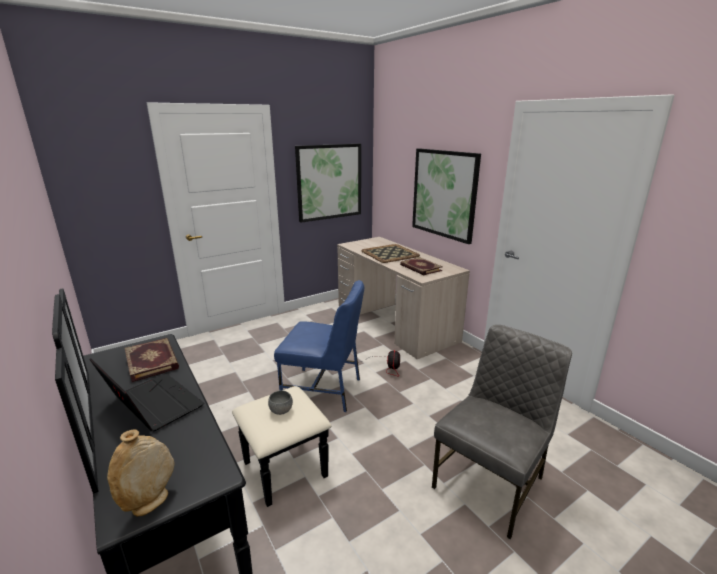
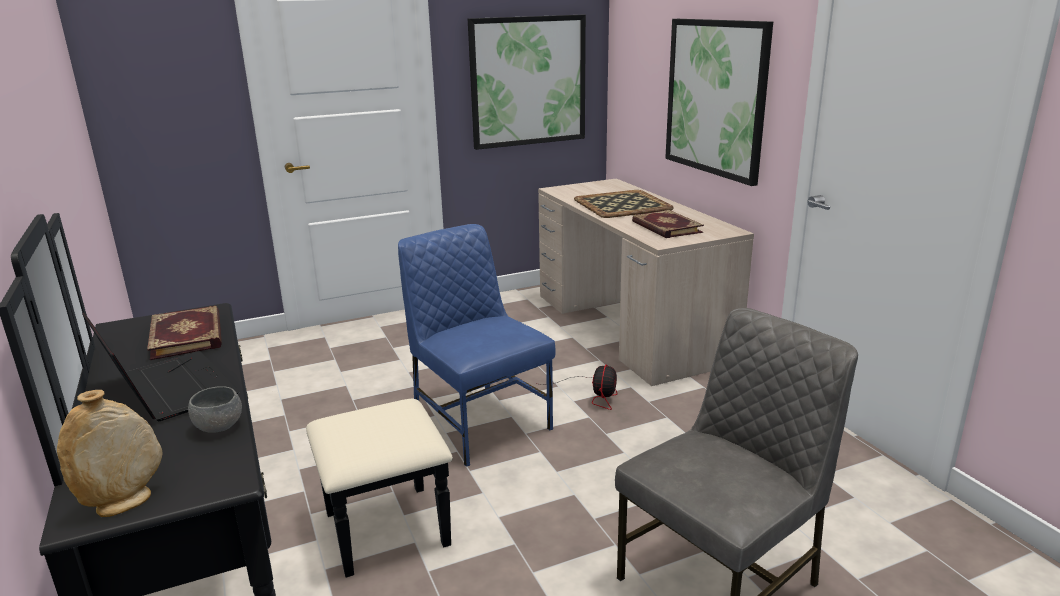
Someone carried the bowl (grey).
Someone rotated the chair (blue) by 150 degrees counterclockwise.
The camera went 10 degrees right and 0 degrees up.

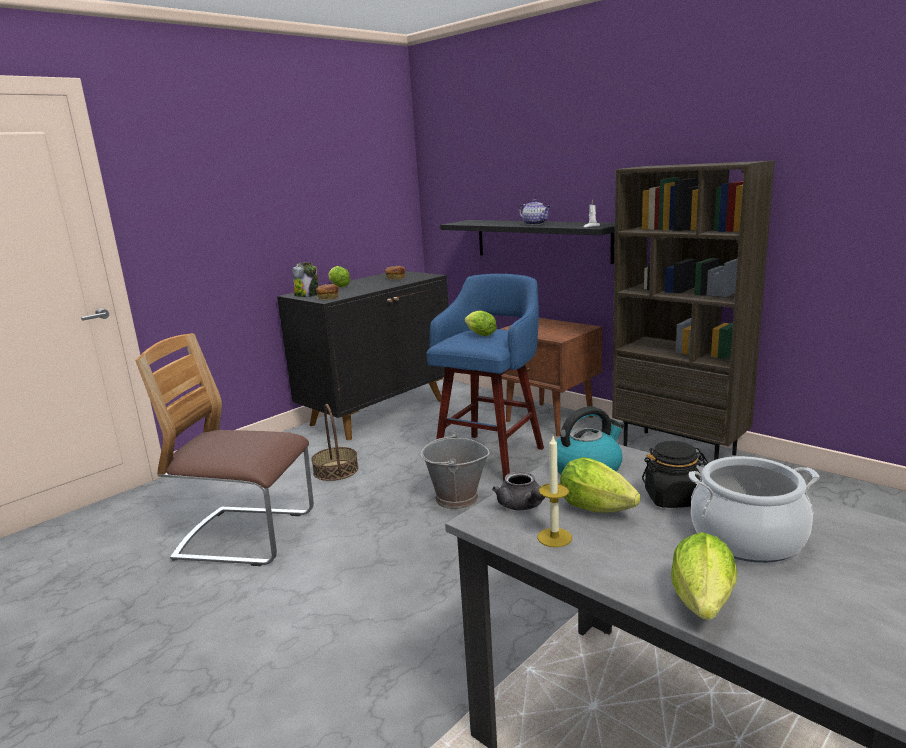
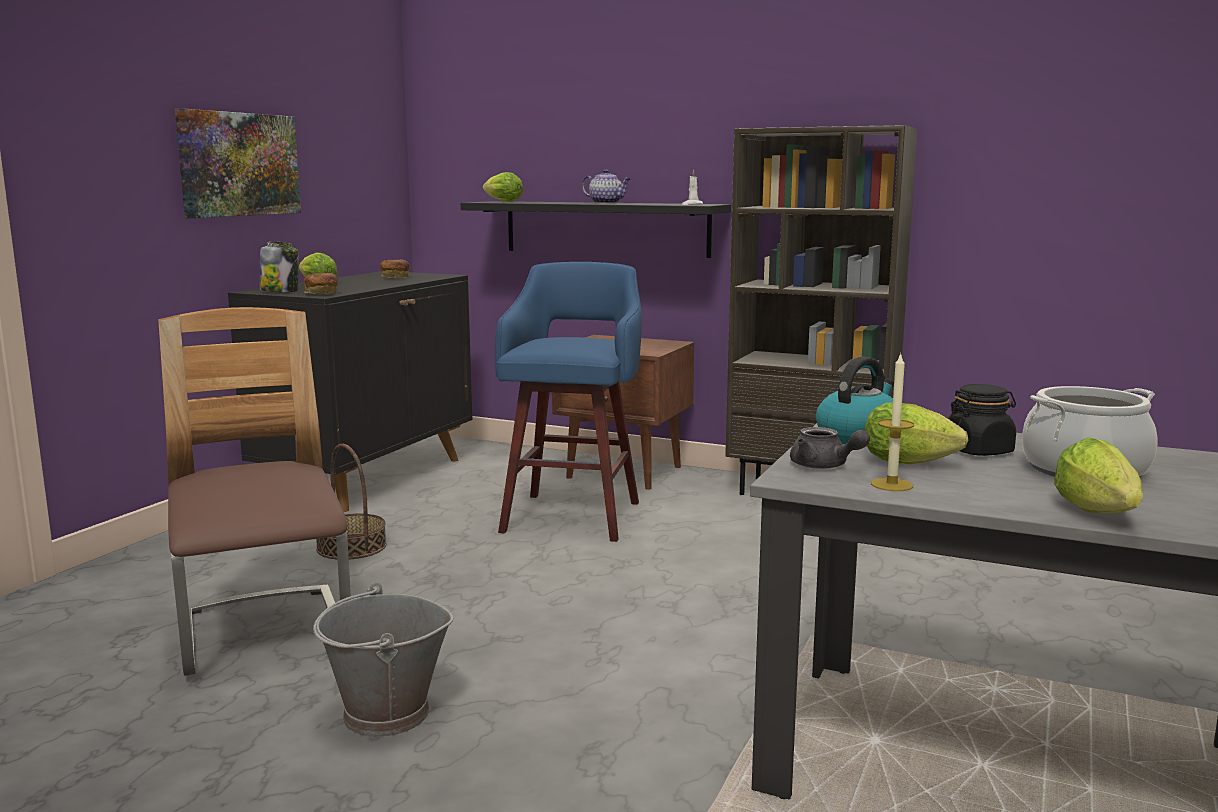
Someone rotated the chair by 75 degrees clockwise.
Someone put up the picture.
Someone carried the bucket (grey).
Someone carried the lettuce (2nd from left).
The camera went 20 degrees left and 5 degrees down.

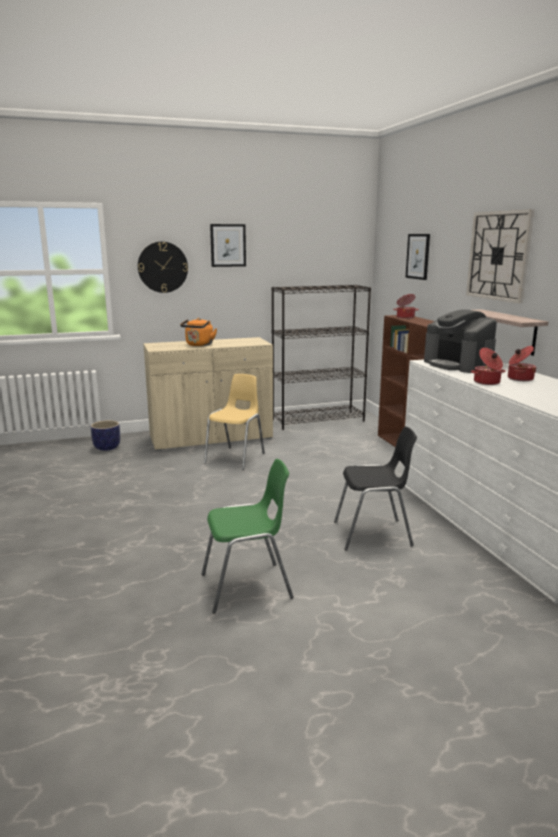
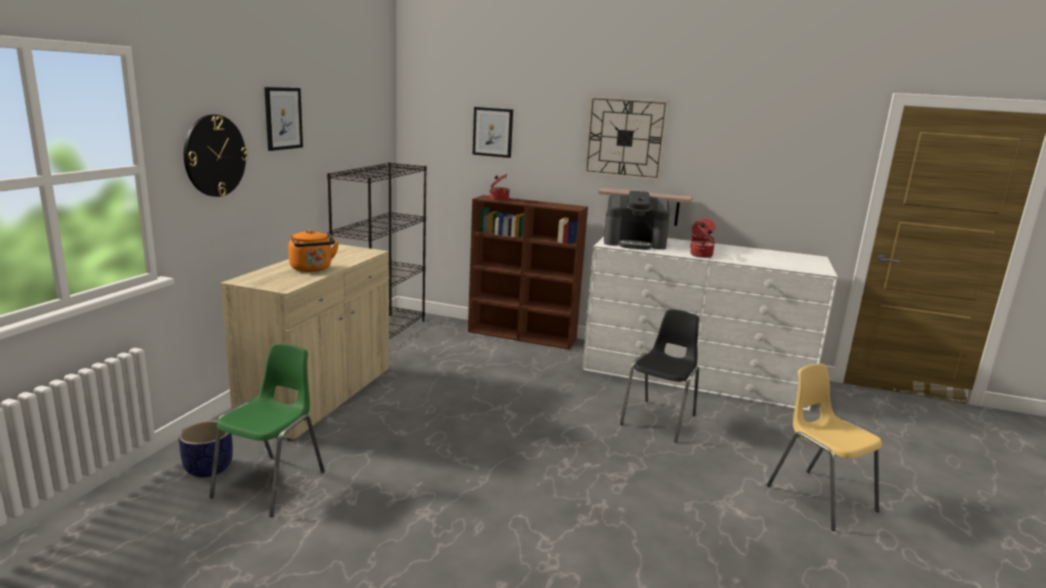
Someone carried the chair (green).
Someone carried the chair (yellow).
The camera went 55 degrees left and 0 degrees up.

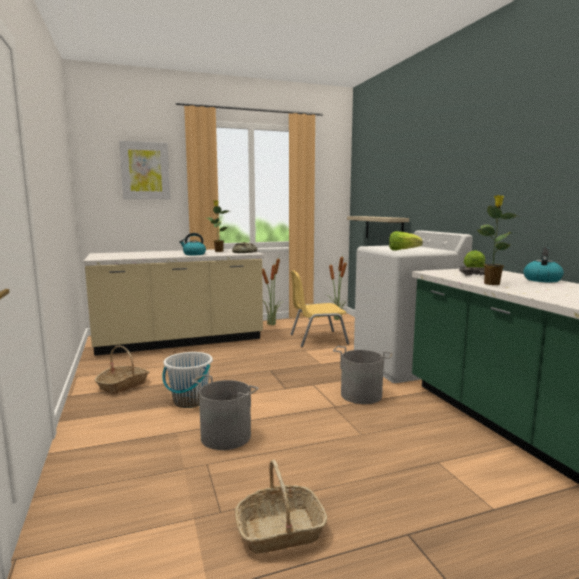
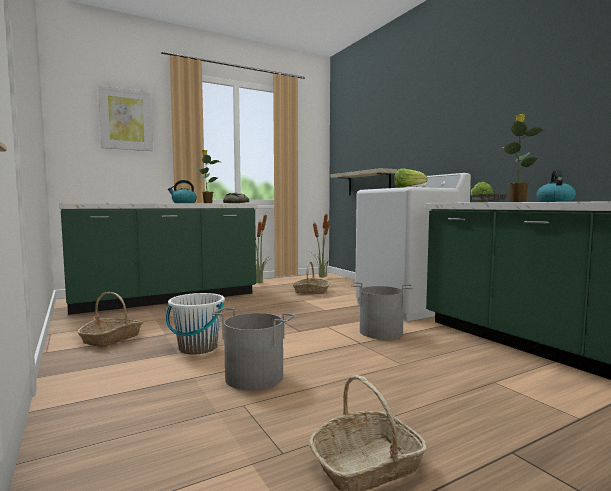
Someone repainted the counter (beige), which became the counter (green) (1st from left).
Someone swapped the chair (yellow) for the basket (2nd from left).
The camera went 10 degrees left and 5 degrees down.

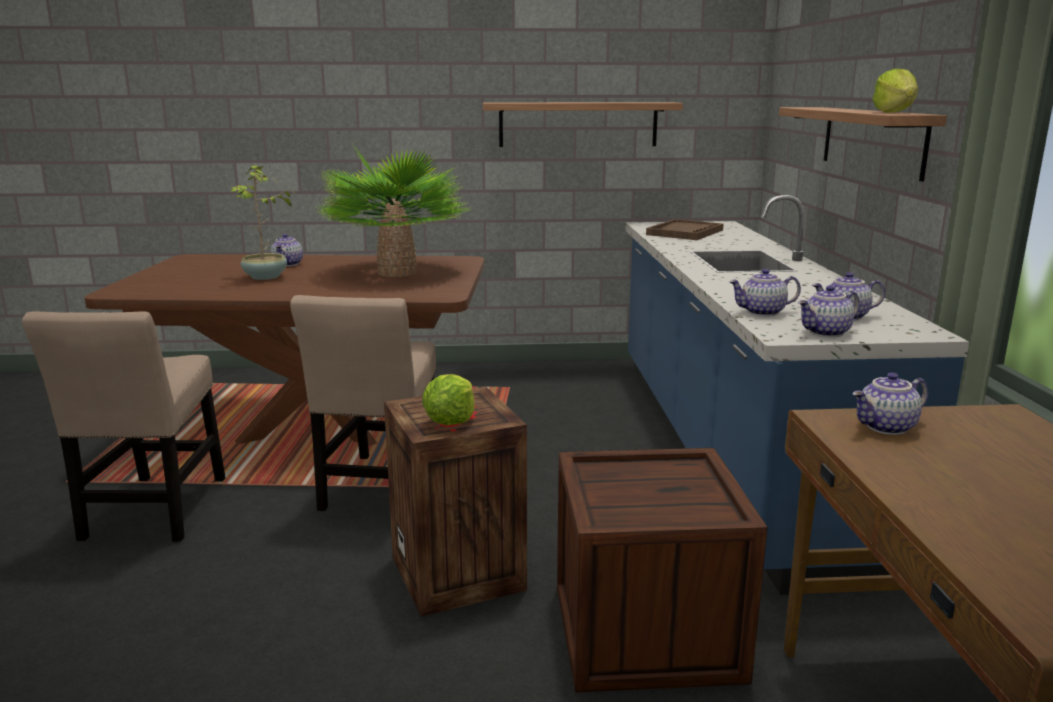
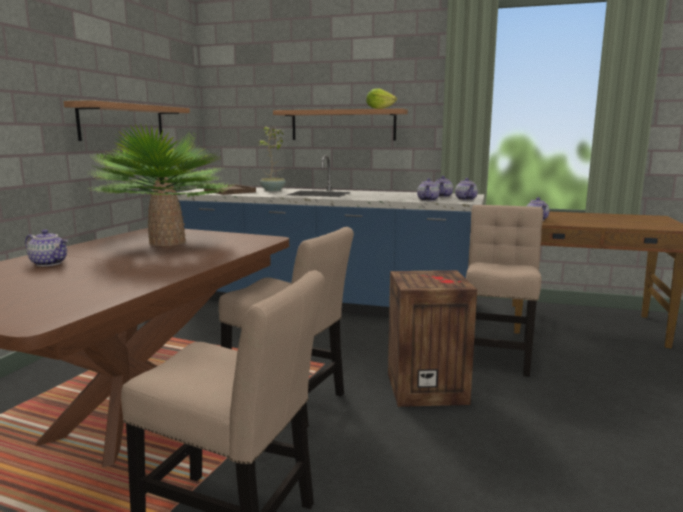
Someone carried the potted plant (1st from left in the first image).
Someone swapped the crate (2nd from left) for the chair (beige) (3rd from left).
Someone took away the lettuce (1st from left).
The camera went 70 degrees left and 5 degrees down.

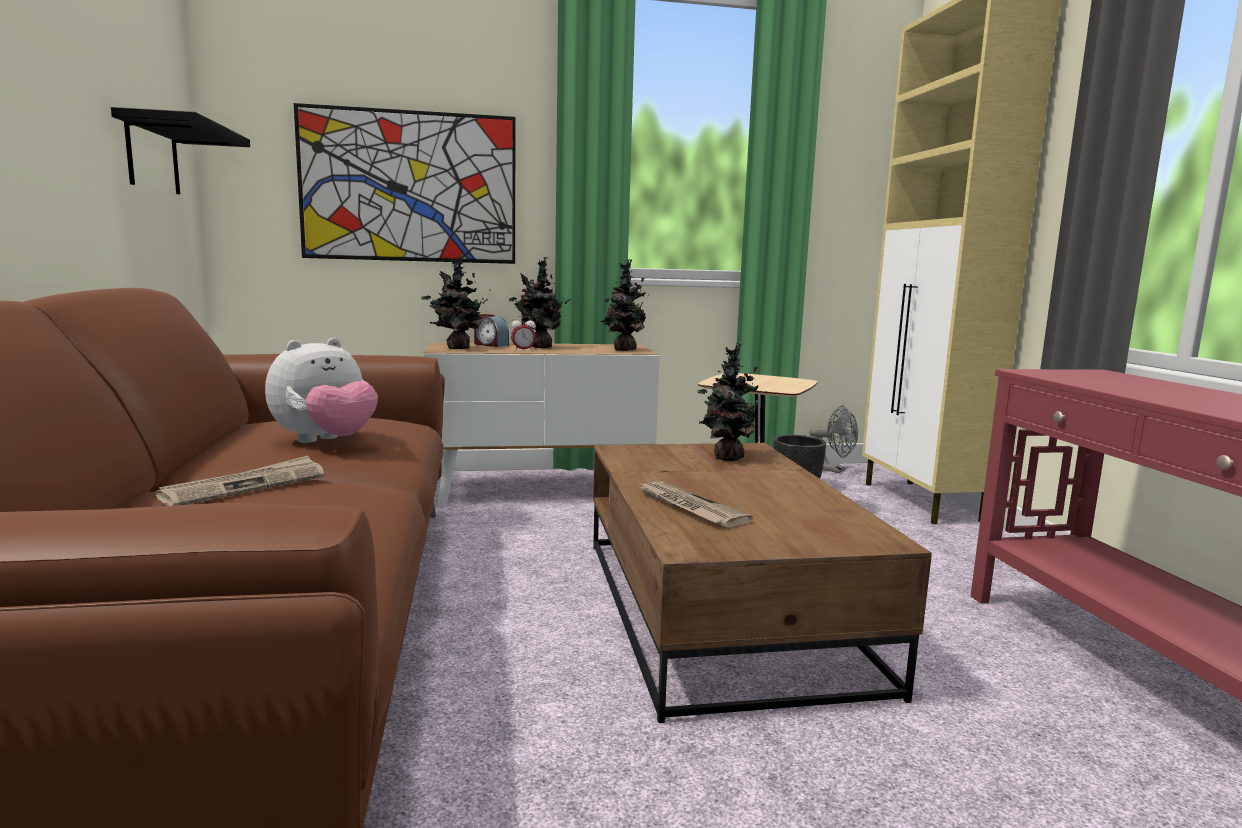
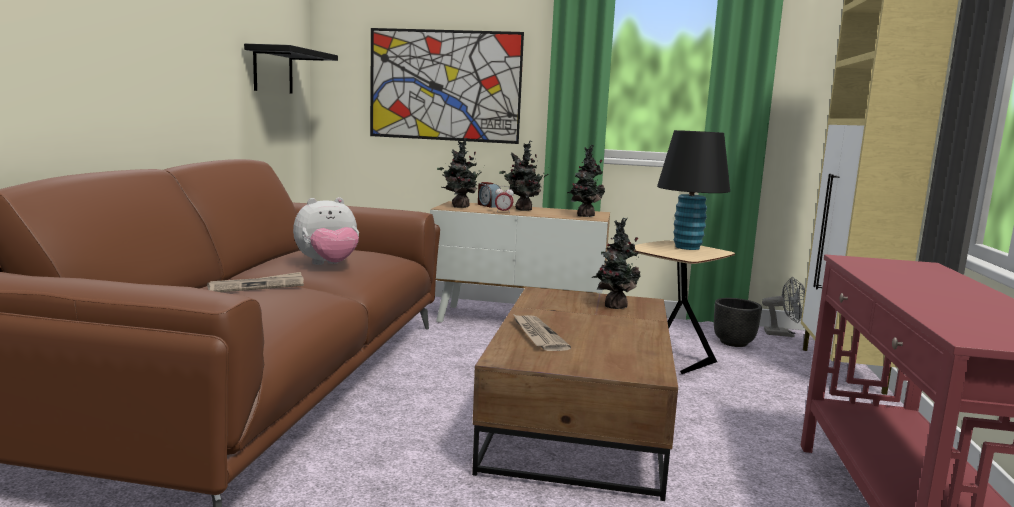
Someone put down the table lamp (black).
Someone rotated the fan (grey) by 45 degrees counterclockwise.
The camera went 20 degrees right and 0 degrees up.

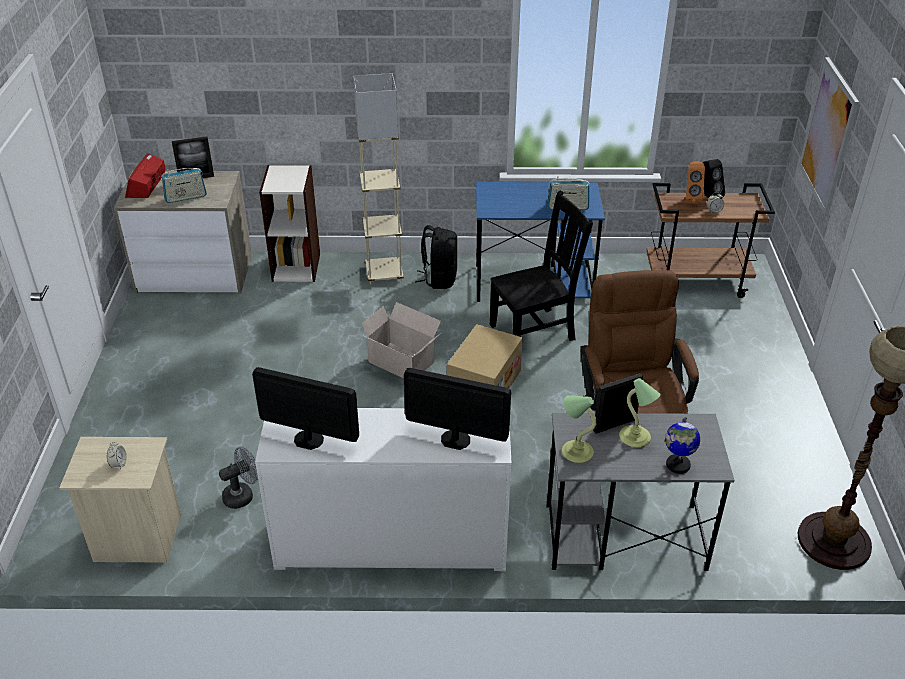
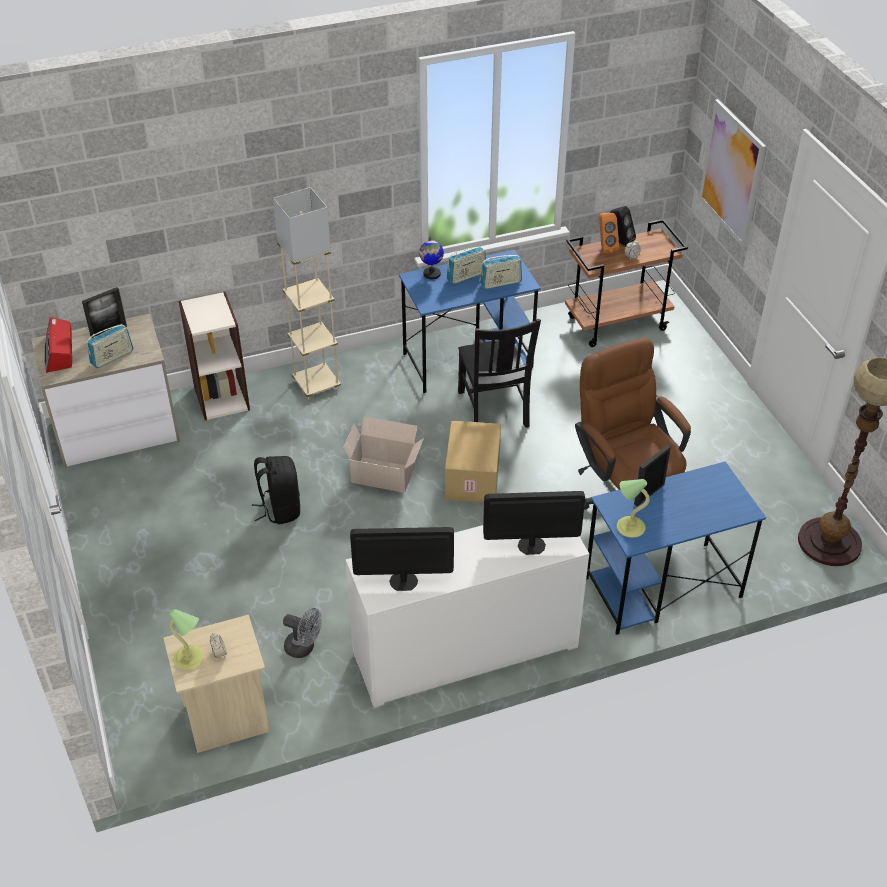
Someone carried the table lamp (2nd from left in the first image).
Someone carried the backpack (black).
Someone rotated the fan (grey) by 75 degrees clockwise.
Someone carried the globe.
Someone put down the radio (3rd from left).
Someone rotated the chair (black) by 120 degrees clockwise.
Someone repainted the desk (grey), which became the desk (blue) (2nd from left).
The camera went 20 degrees left and 5 degrees up.

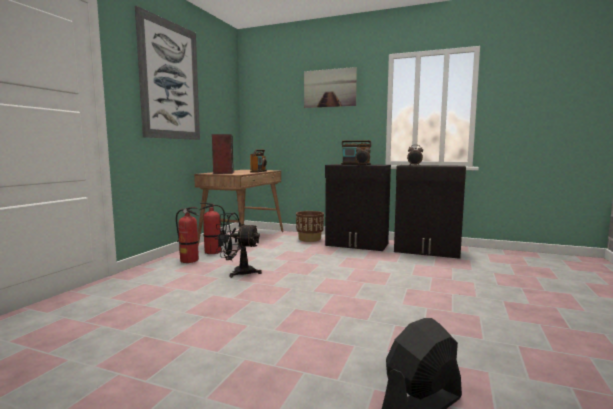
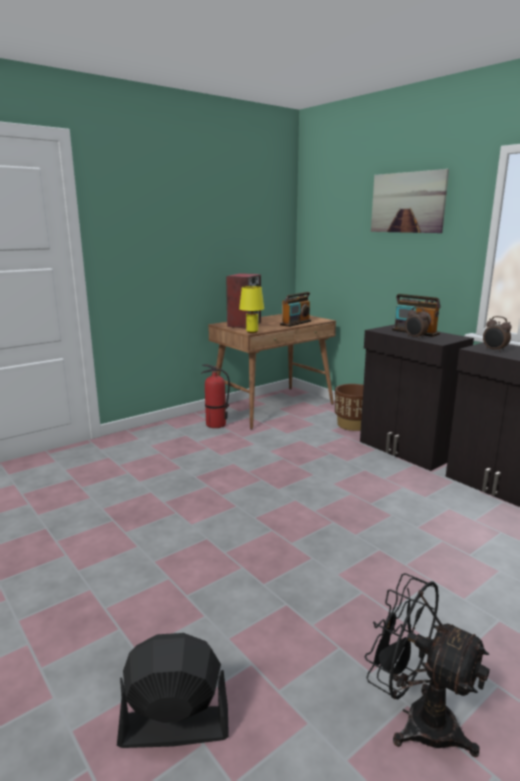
Someone put down the table lamp (yellow).
Someone carried the fan (black) (1st from left in the first image).
Someone took away the picture (1st from left).
Someone took away the fire extinguisher (1st from left).
The camera went 30 degrees right and 10 degrees up.

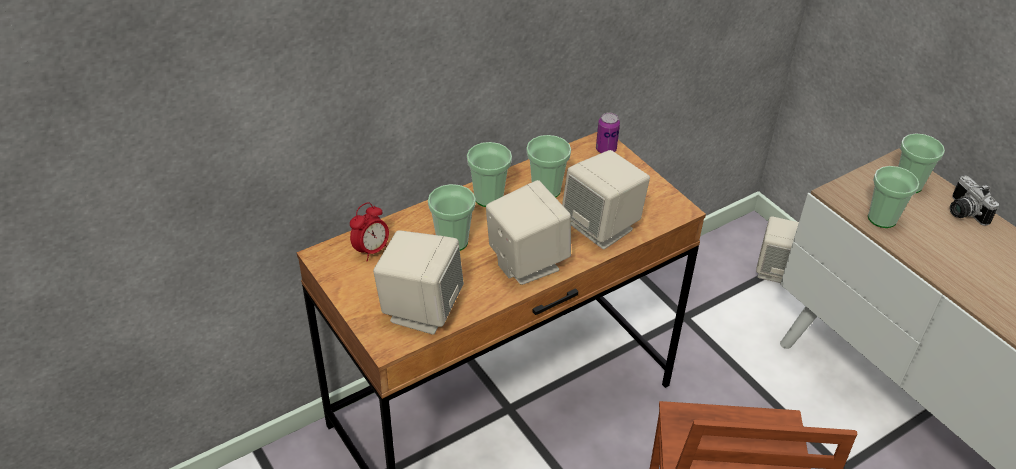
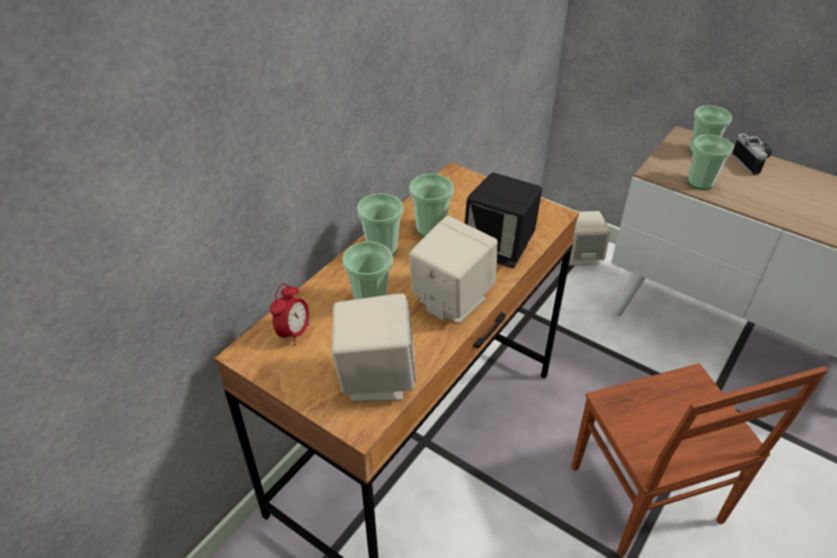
Someone repainted the speaker (beige) (3rd from left), which became the speaker (black).
Someone rotated the photo camera by 150 degrees counterclockwise.
Someone took away the can.
The camera went 20 degrees left and 0 degrees up.

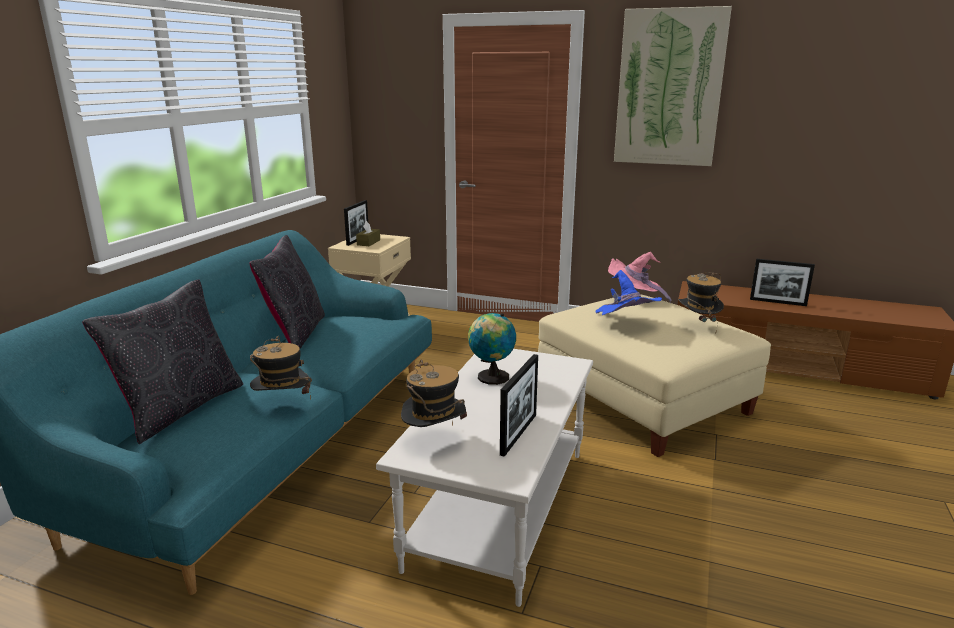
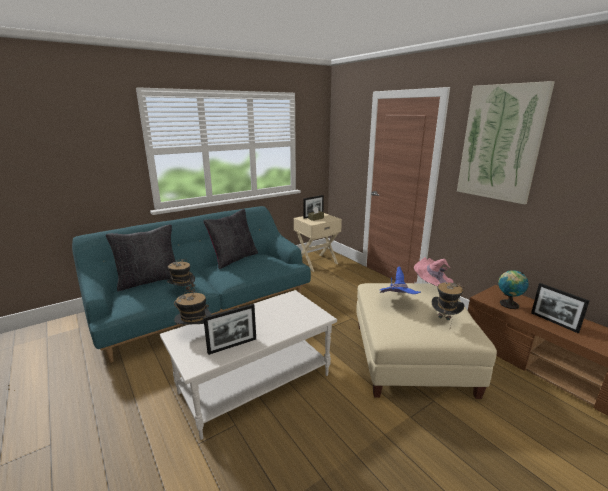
Someone carried the globe.
The camera went 35 degrees right and 0 degrees up.

